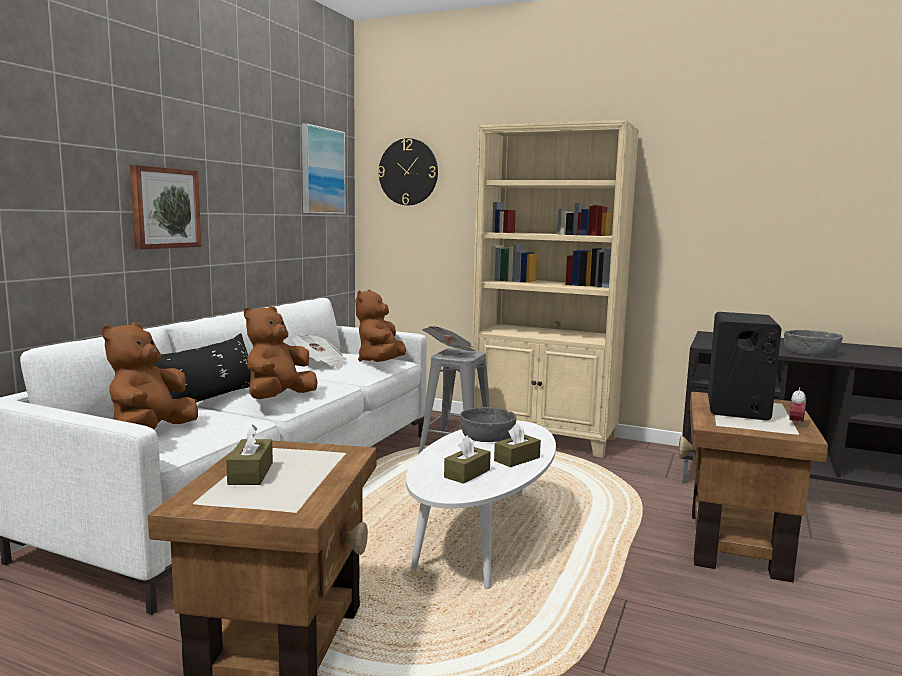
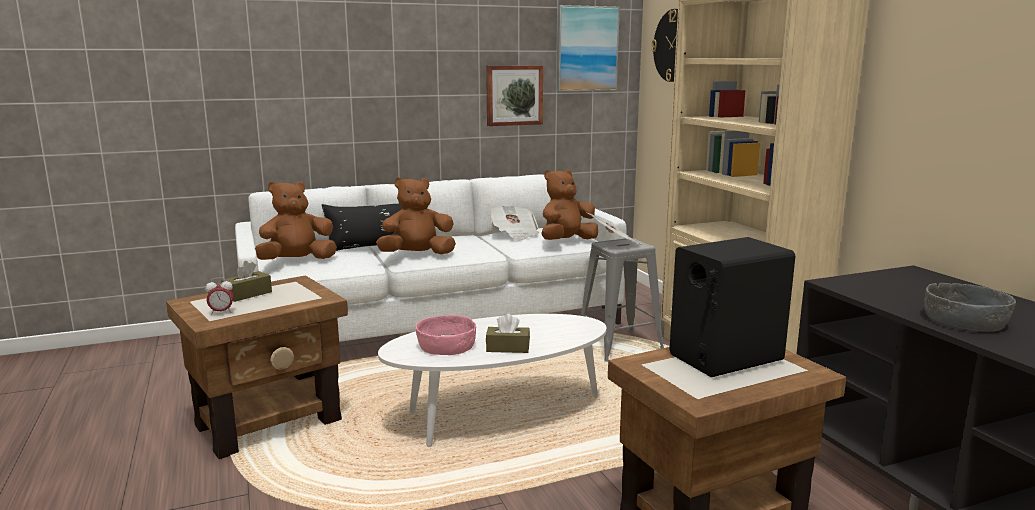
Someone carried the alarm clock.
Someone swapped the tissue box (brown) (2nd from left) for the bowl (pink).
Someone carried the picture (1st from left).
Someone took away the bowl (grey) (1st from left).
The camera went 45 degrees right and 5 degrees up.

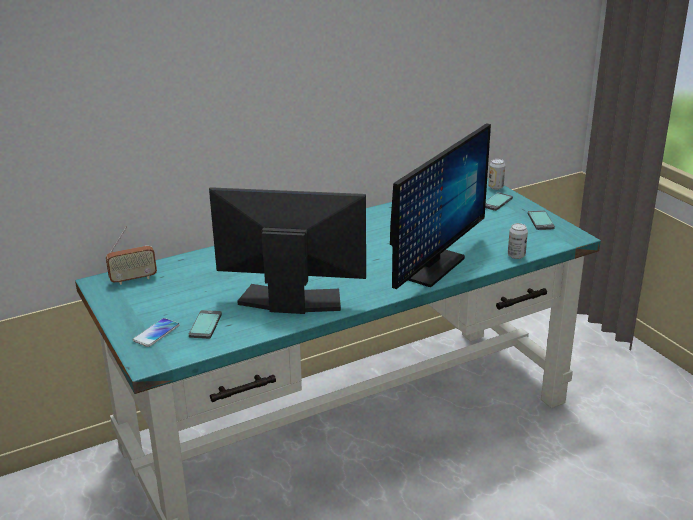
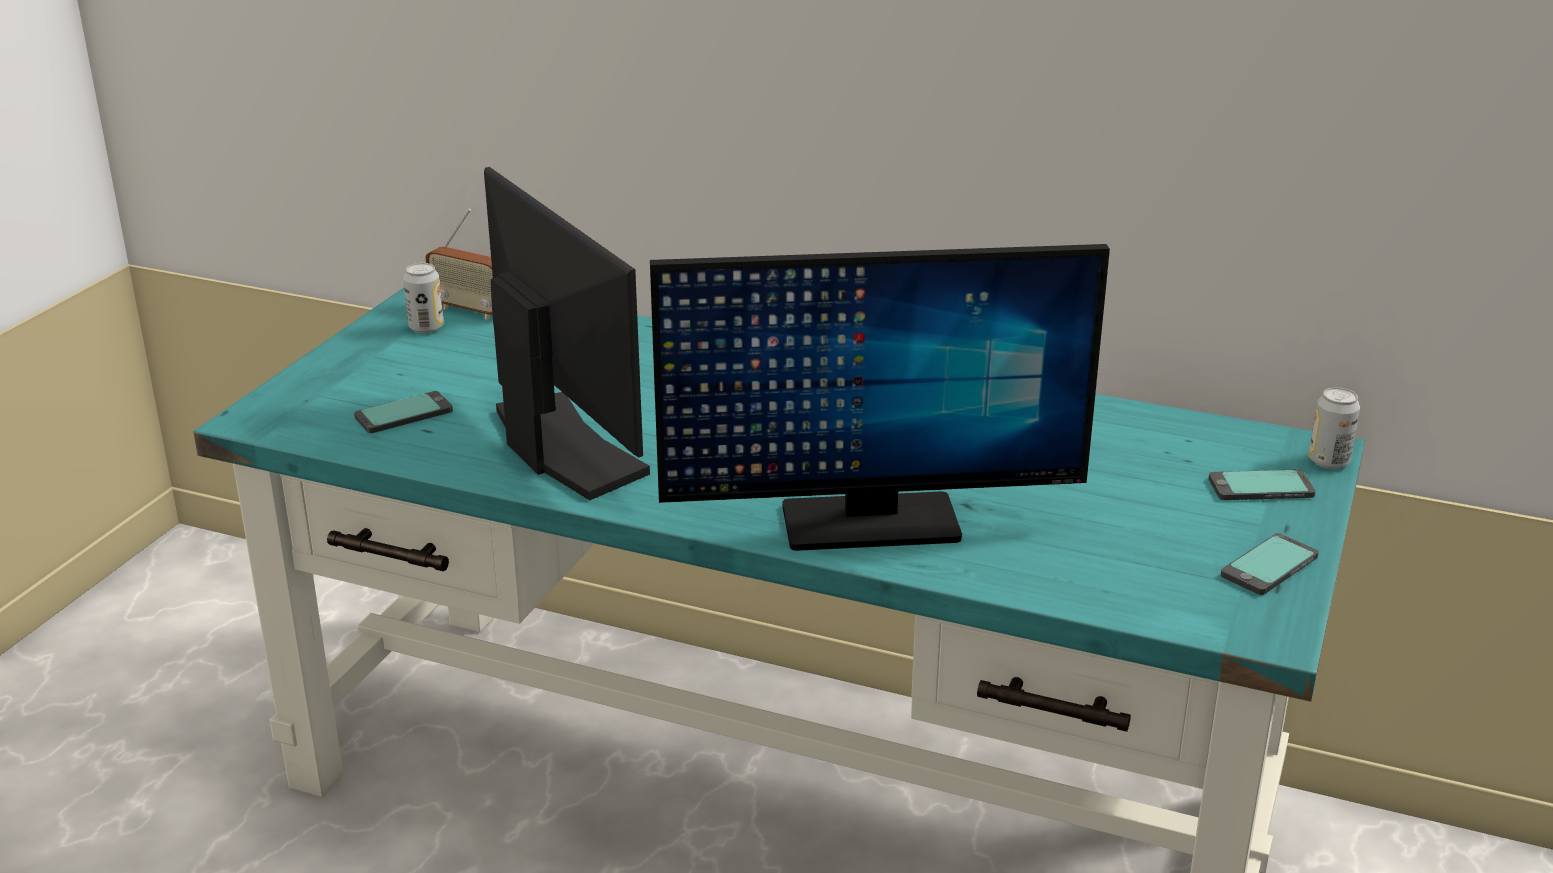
Someone carried the can (2nd from left in the first image).
Someone took away the phone (1st from left).
The camera went 50 degrees right and 0 degrees up.

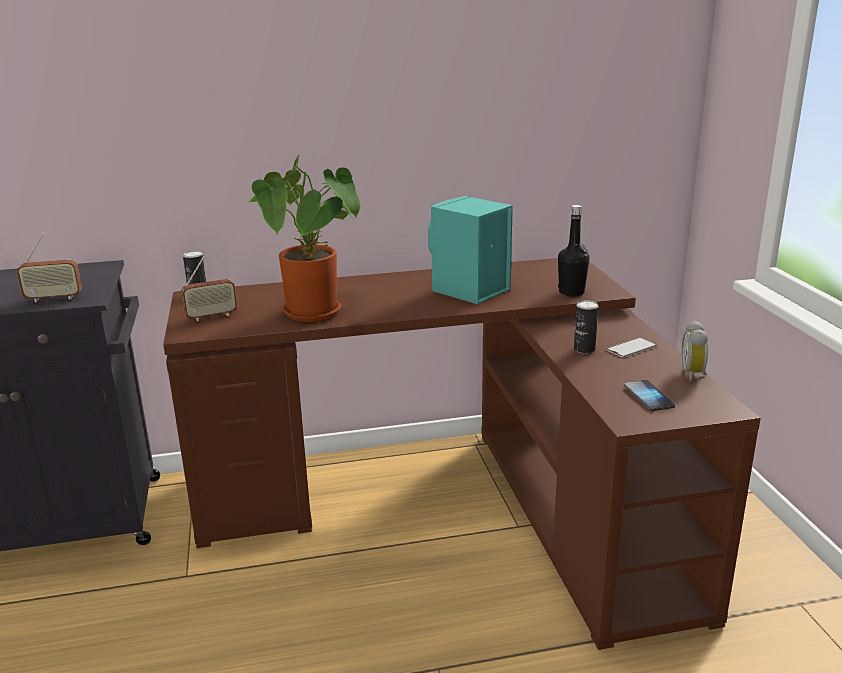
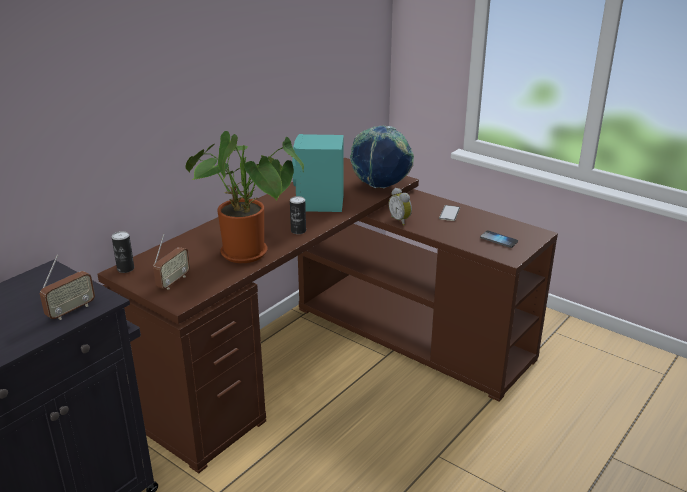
Someone carried the can (2nd from left).
Someone swapped the bottle (black) for the globe.
Someone carried the alarm clock.
The camera went 40 degrees left and 5 degrees up.

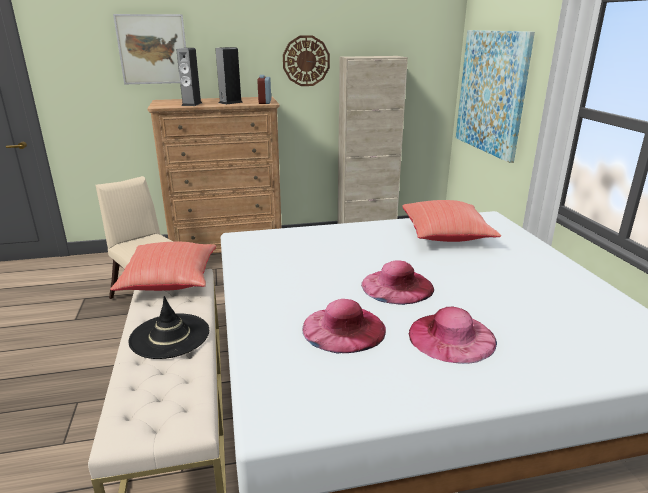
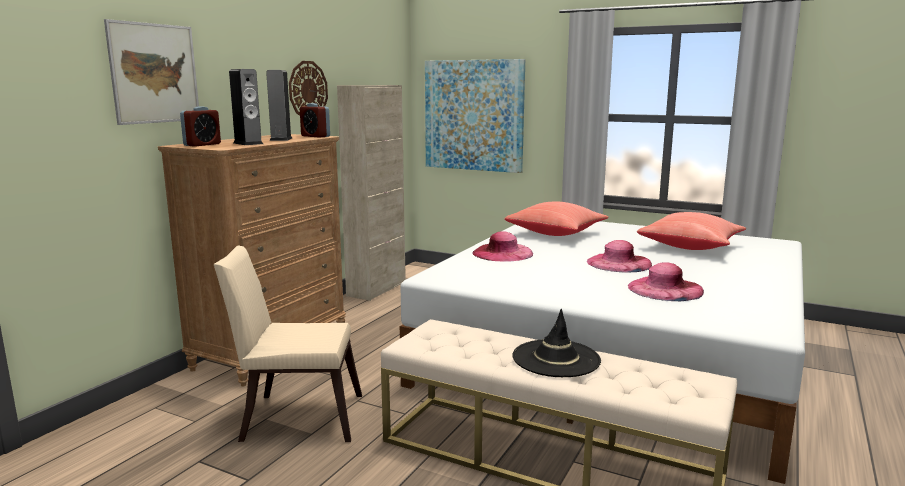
Someone put down the alarm clock (1st from left).
Someone carried the hat (pink) (3rd from left in the first image).
Someone carried the pillow (red) (1st from left in the first image).
The camera went 50 degrees left and 10 degrees down.

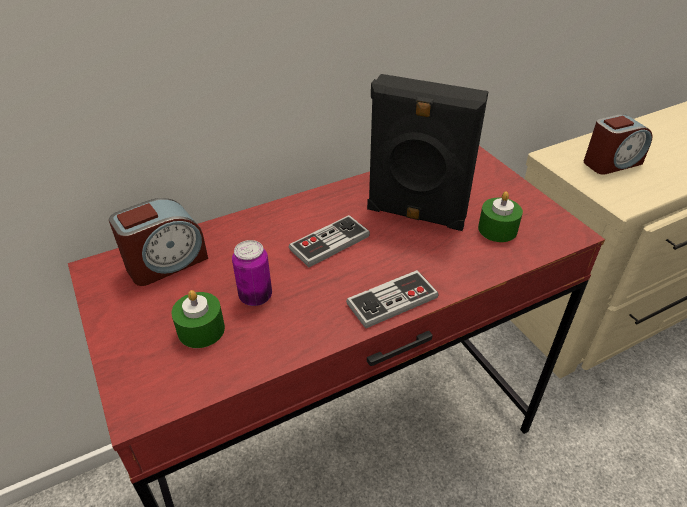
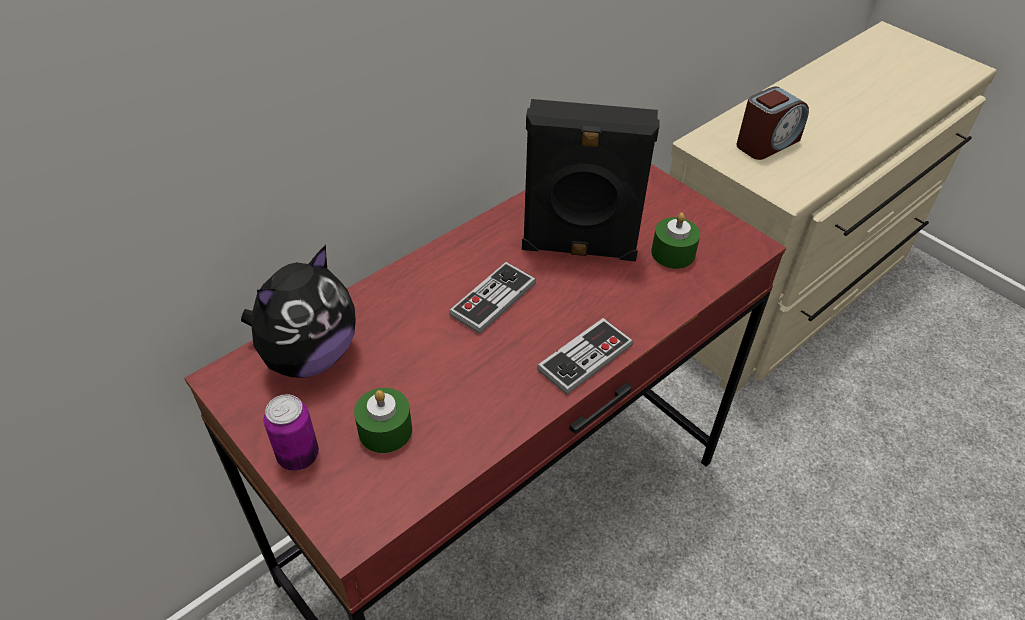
Someone swapped the alarm clock (1st from left) for the plush toy.
Someone carried the can.
The camera went 15 degrees left and 5 degrees up.

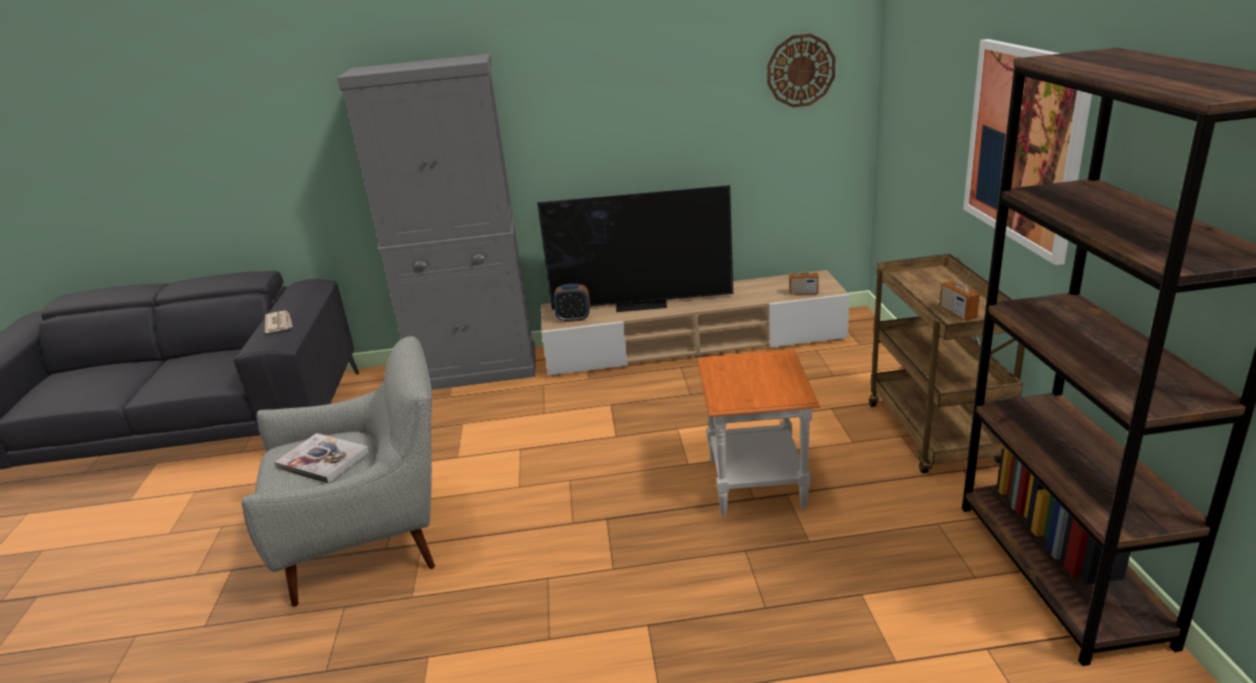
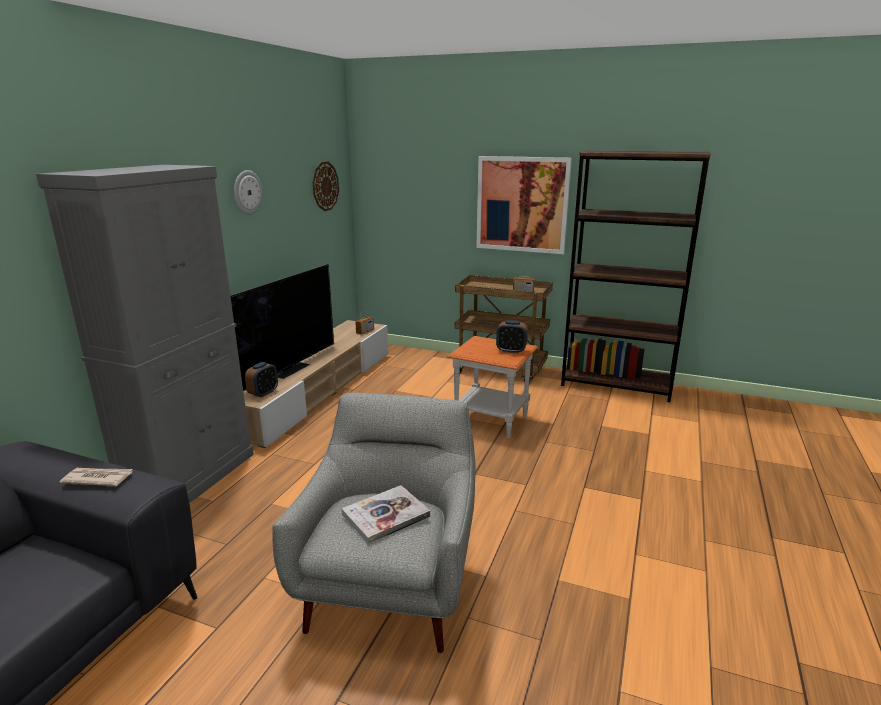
Someone put up the wall clock (1st from left).
Someone put down the alarm clock (2nd from left).
The camera went 65 degrees left and 5 degrees down.

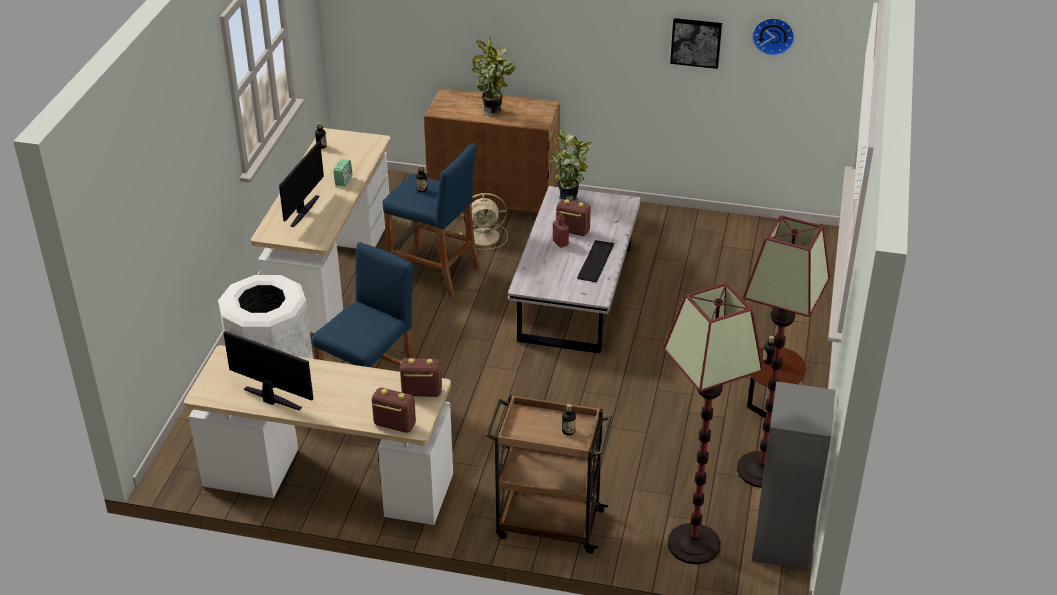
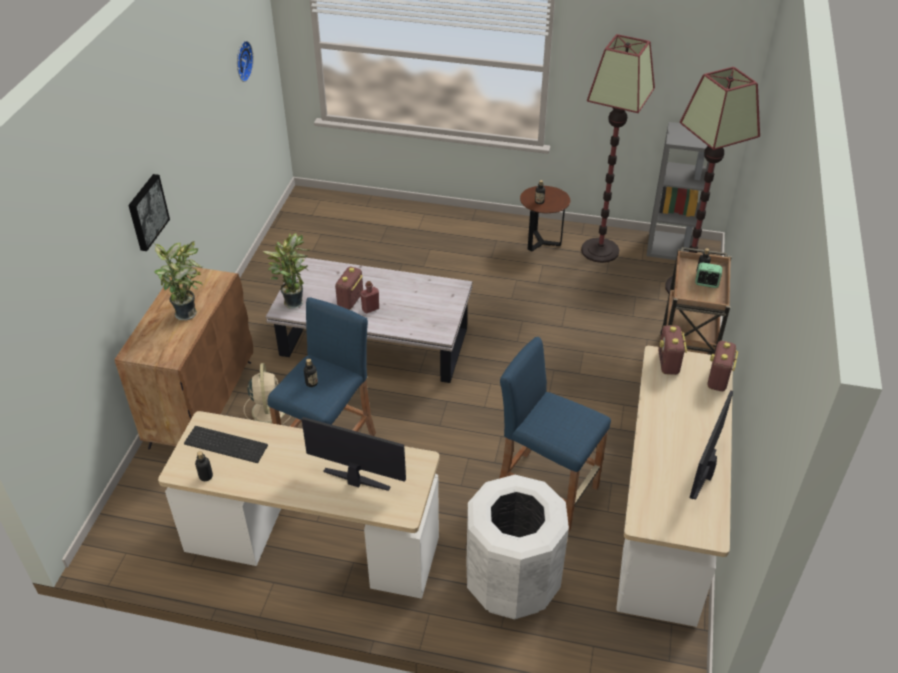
Someone carried the picture.
Someone carried the keyboard.
Someone carried the alarm clock.
The camera went 90 degrees left and 5 degrees up.

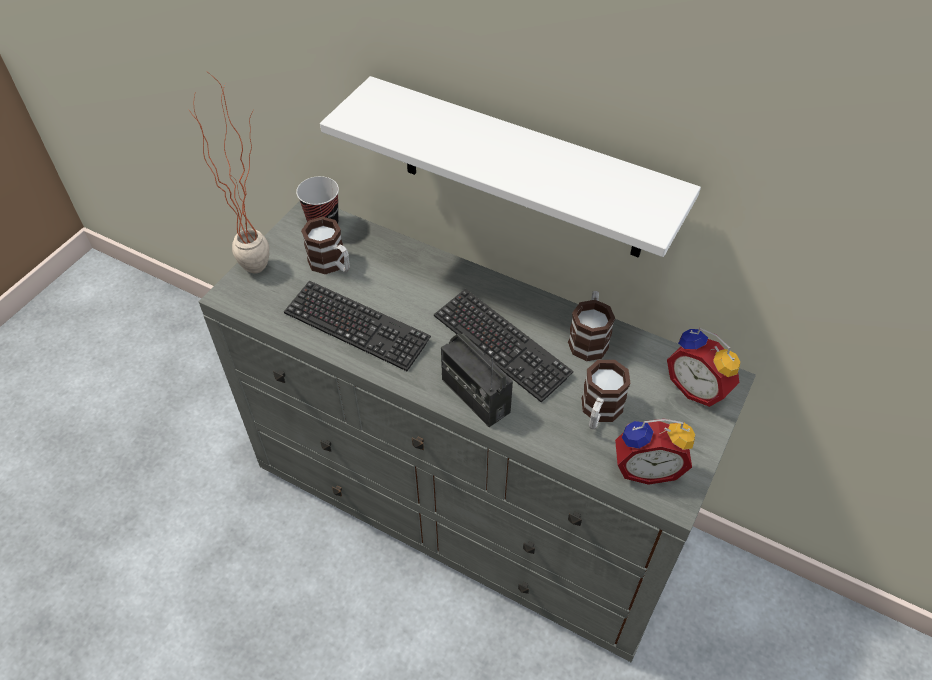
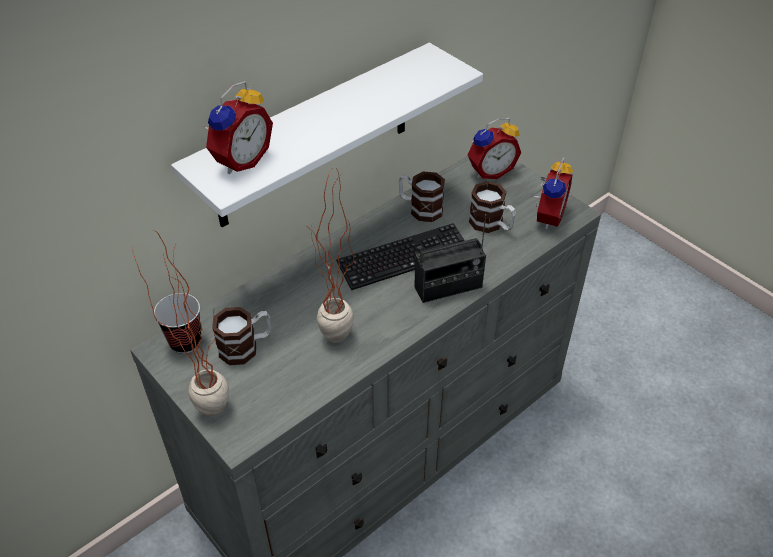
Someone put down the alarm clock (1st from left).
Someone swapped the keyboard (1st from left) for the potted plant (2nd from left).
The camera went 70 degrees left and 5 degrees down.

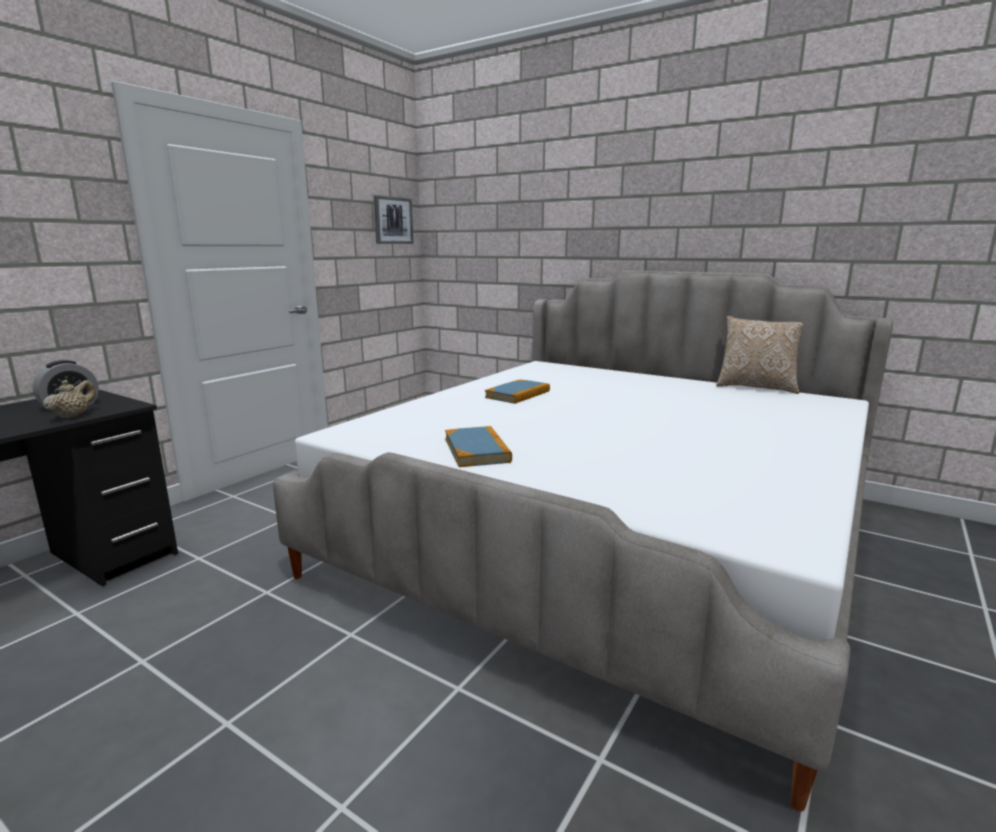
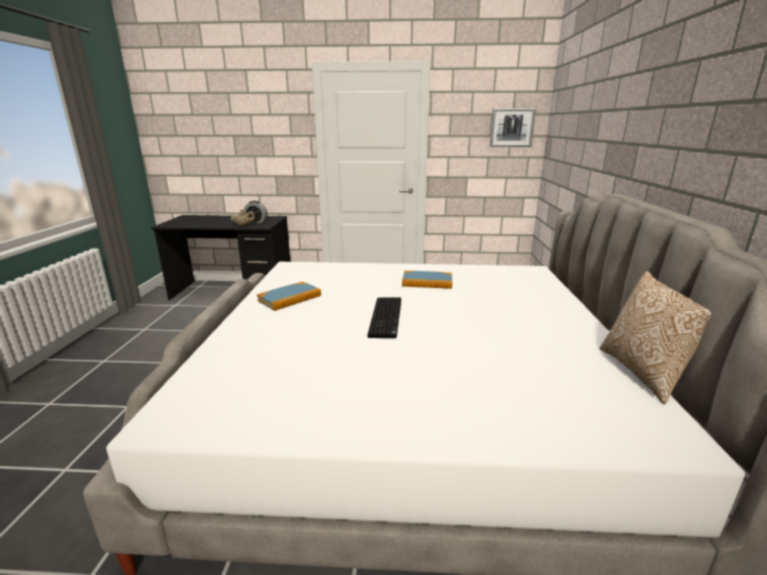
Someone put down the keyboard.
The camera went 60 degrees right and 5 degrees up.

